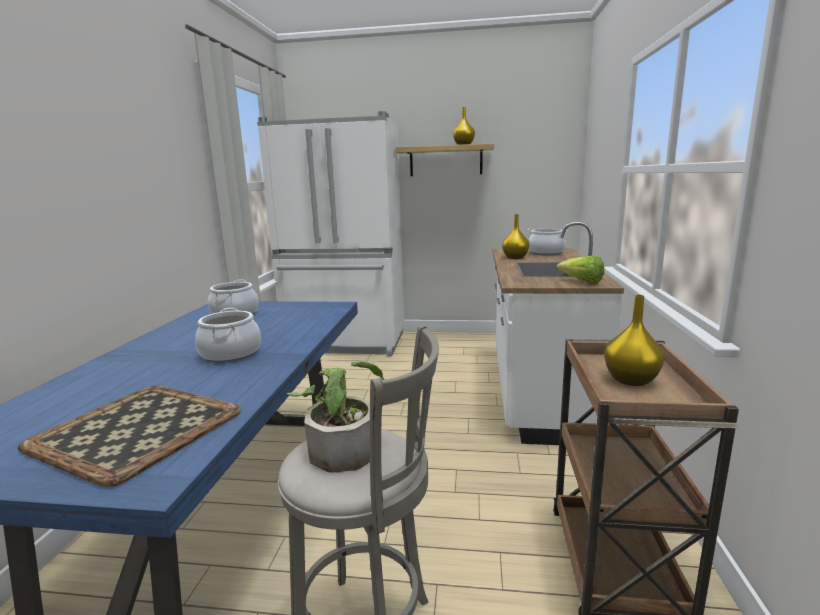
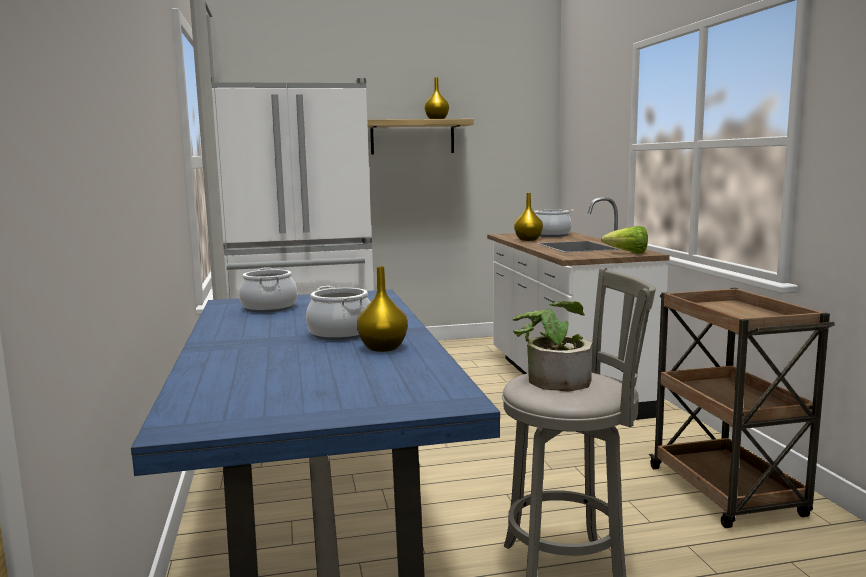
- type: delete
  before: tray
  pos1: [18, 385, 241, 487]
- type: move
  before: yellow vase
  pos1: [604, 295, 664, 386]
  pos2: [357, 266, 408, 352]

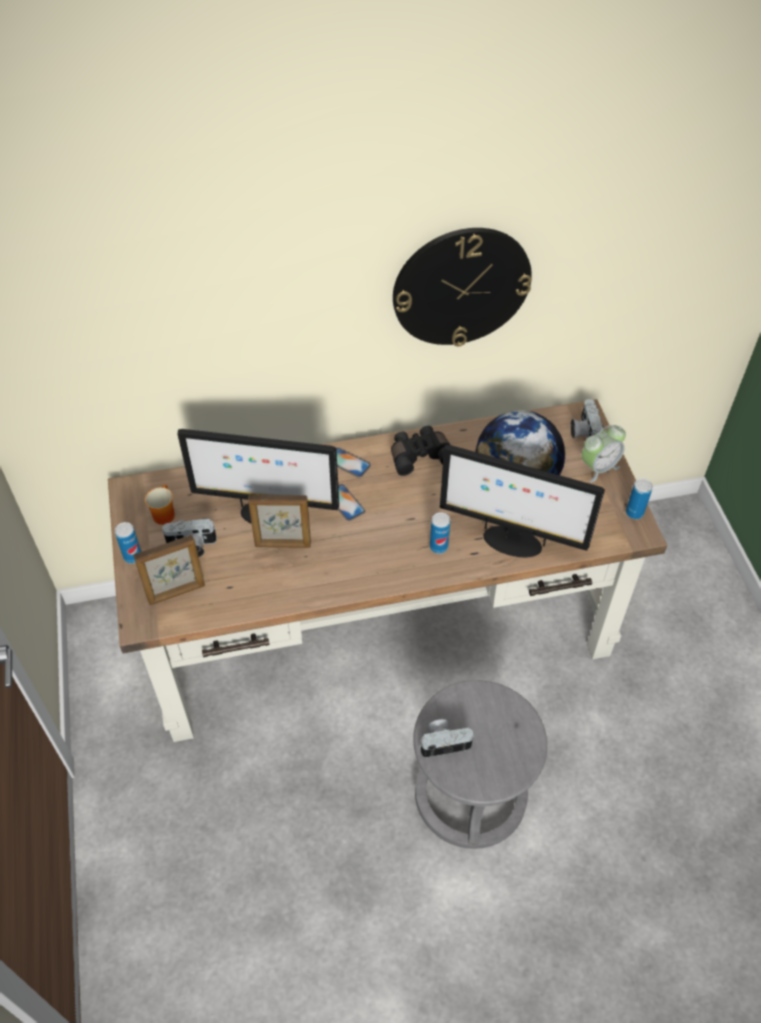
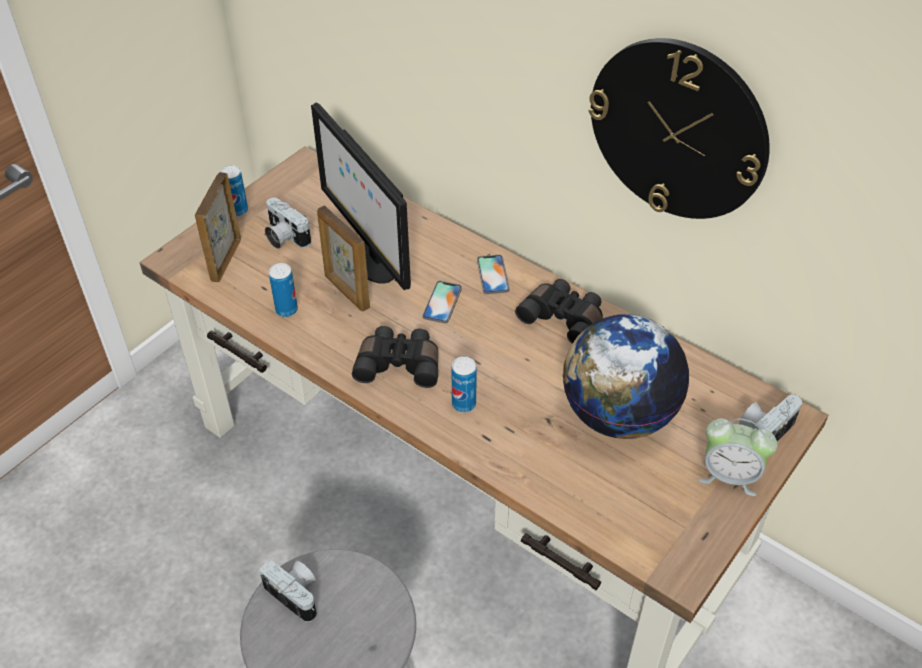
- type: delete
  before: mug
  pos1: [145, 484, 175, 525]
- type: delete
  before: monitor
  pos1: [440, 445, 605, 557]
- type: insert
  after: black binoculars
  pos2: [352, 326, 438, 388]
- type: move
  before: can
  pos1: [626, 478, 653, 519]
  pos2: [269, 263, 298, 317]
- type: rotate
  before: picture frame
  pos1: [133, 535, 205, 605]
  pos2: [195, 172, 241, 282]
  turn: 75

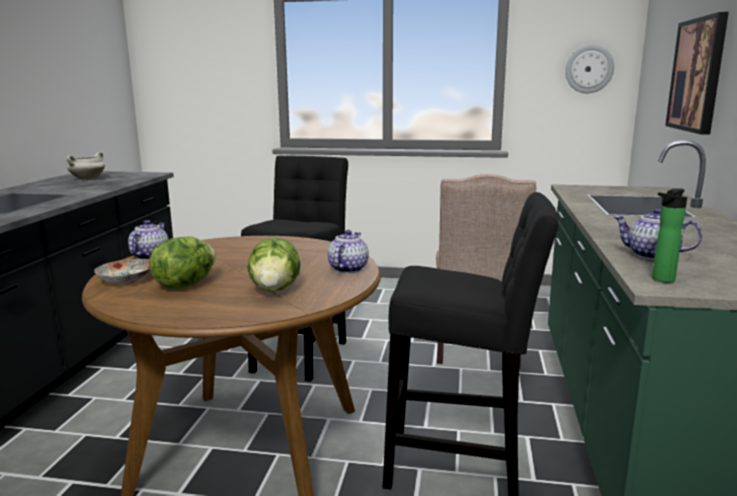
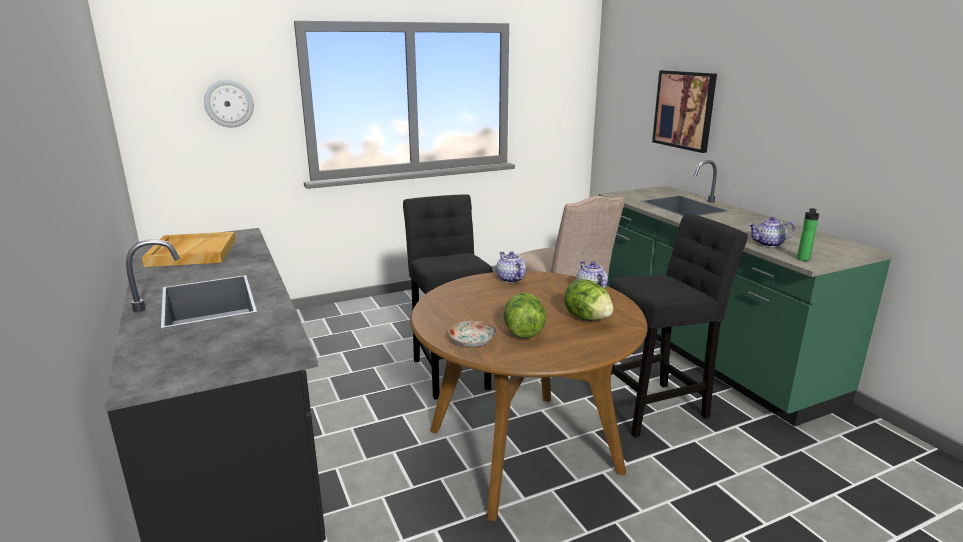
- type: move
  before: teapot
  pos1: [128, 220, 168, 260]
  pos2: [496, 251, 526, 283]
- type: move
  before: wall clock
  pos1: [565, 45, 614, 93]
  pos2: [204, 80, 254, 127]
- type: replace
  before: white cooking pot
  after: beige tray
  pos1: [66, 152, 105, 180]
  pos2: [142, 232, 236, 267]

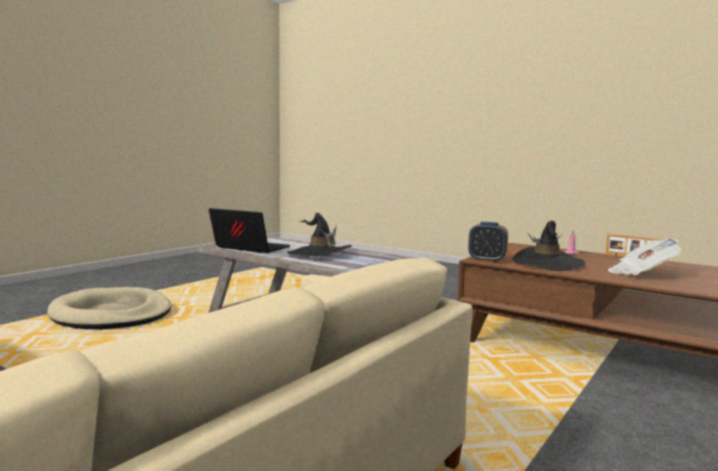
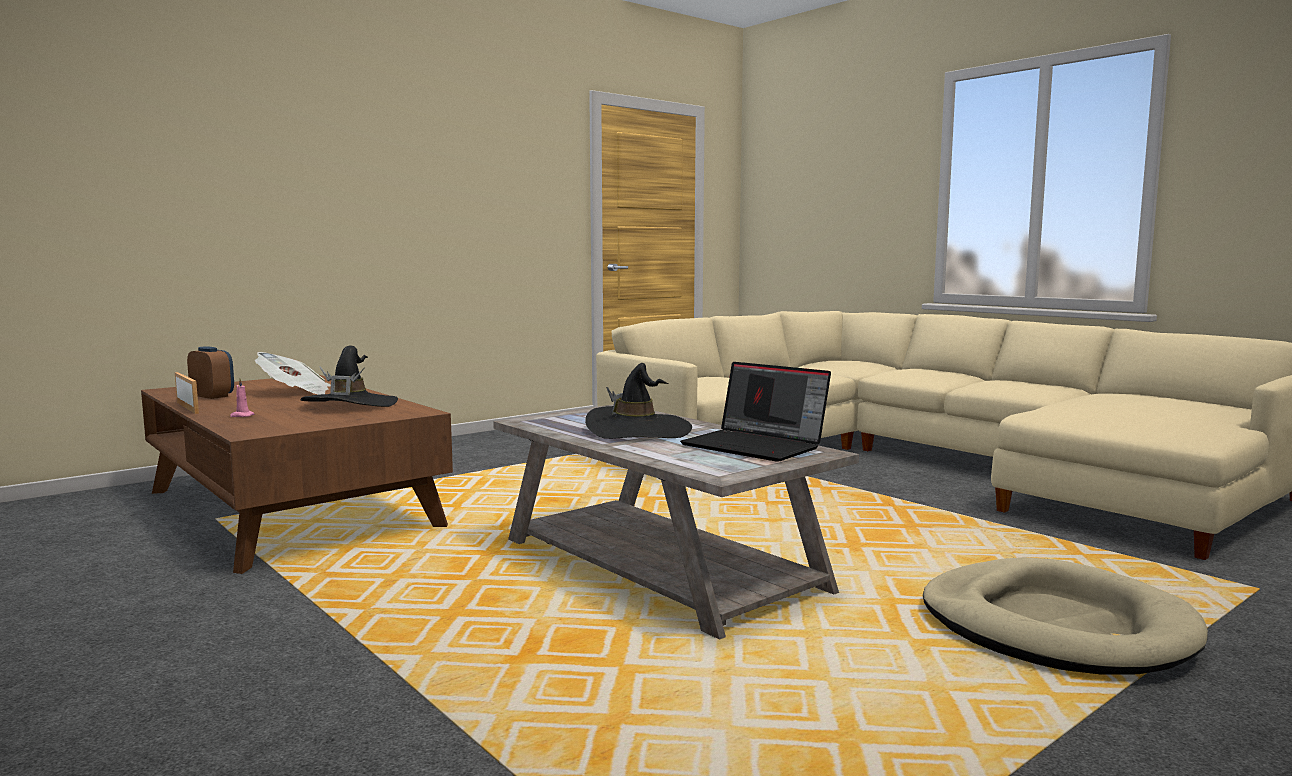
- type: move
  before: alarm clock
  pos1: [468, 222, 508, 262]
  pos2: [187, 346, 234, 399]

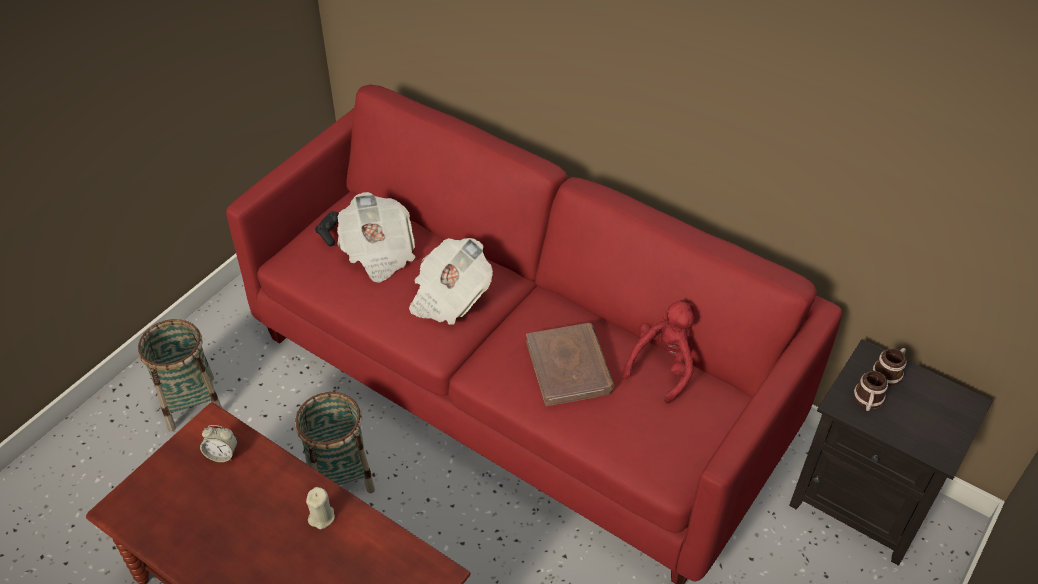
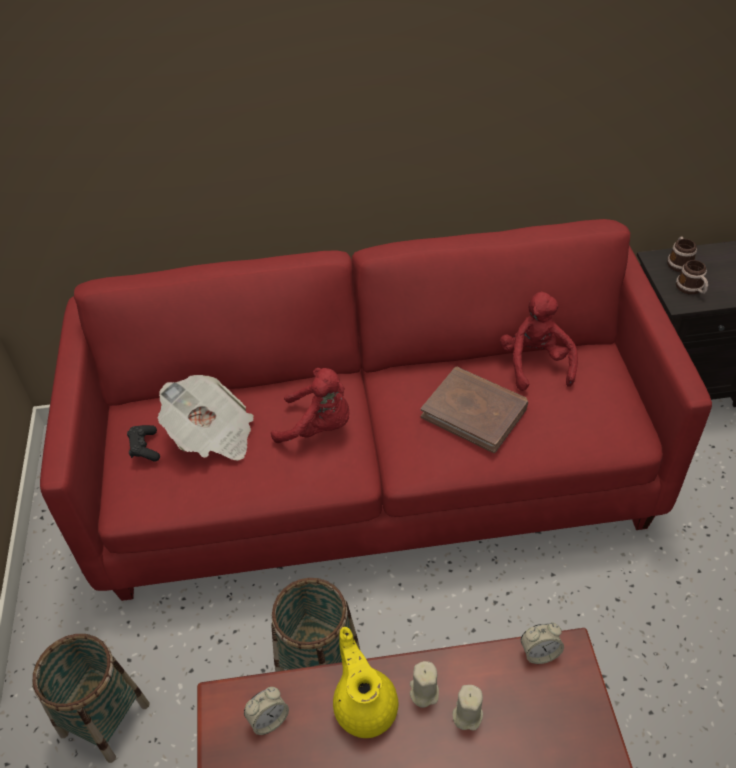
- type: insert
  after: yellow teapot
  pos2: [333, 627, 398, 738]
- type: insert
  after: beige candle
  pos2: [453, 685, 483, 731]
- type: insert
  after: alarm clock
  pos2: [521, 623, 564, 664]
- type: replace
  before: newspaper
  after: red plush toy
  pos1: [409, 238, 493, 325]
  pos2: [271, 368, 350, 443]

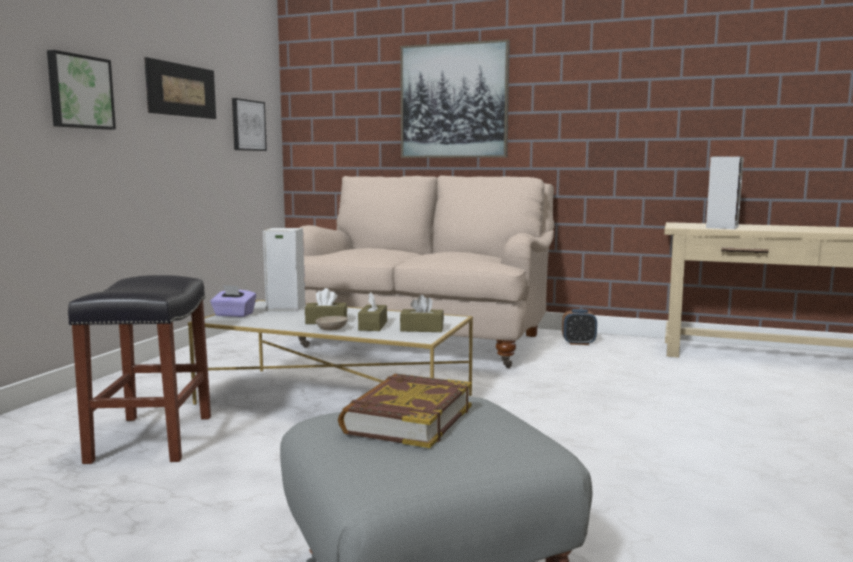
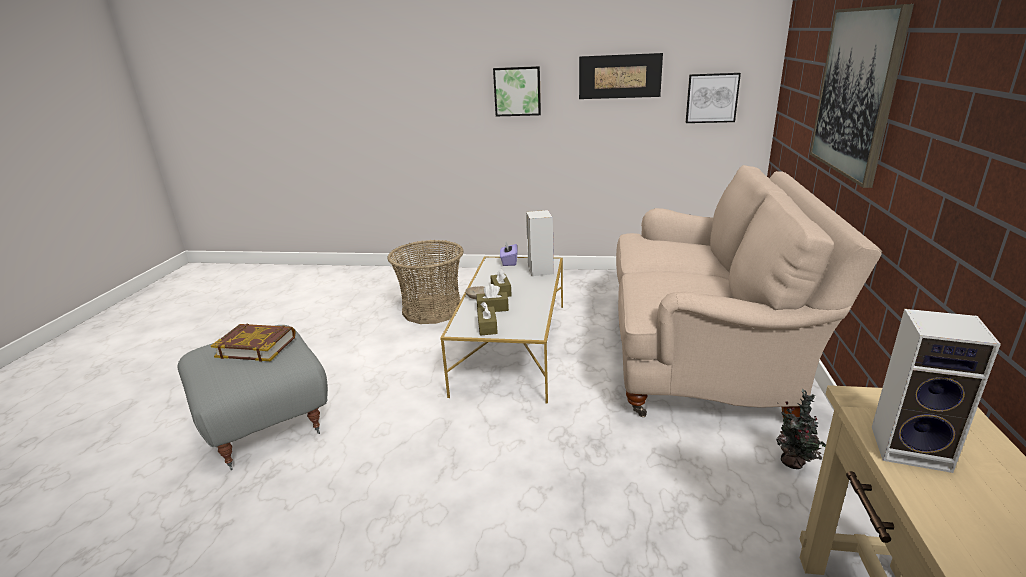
- type: replace
  before: black stool
  after: basket
  pos1: [68, 275, 211, 464]
  pos2: [387, 240, 464, 324]
- type: replace
  before: alarm clock
  after: potted plant
  pos1: [562, 309, 597, 345]
  pos2: [776, 389, 826, 469]

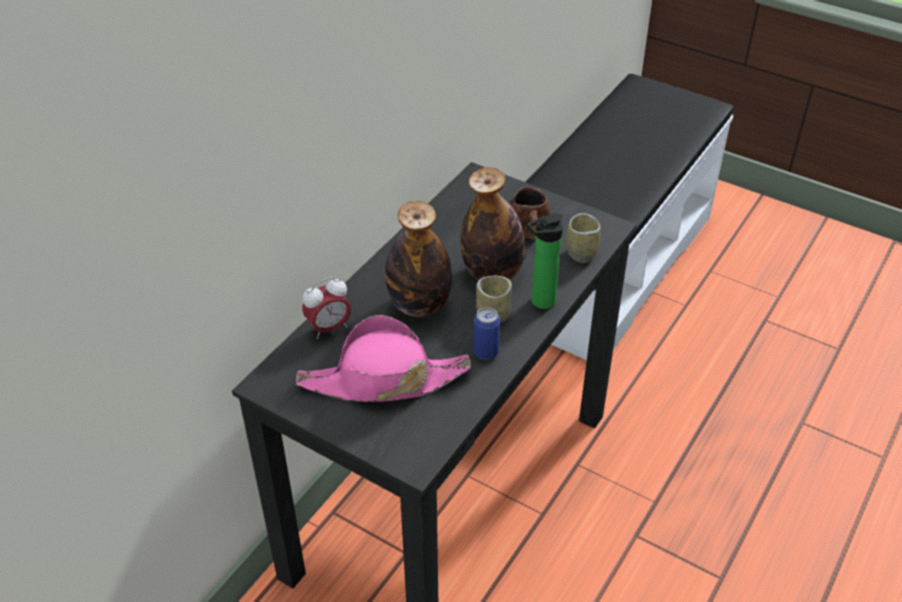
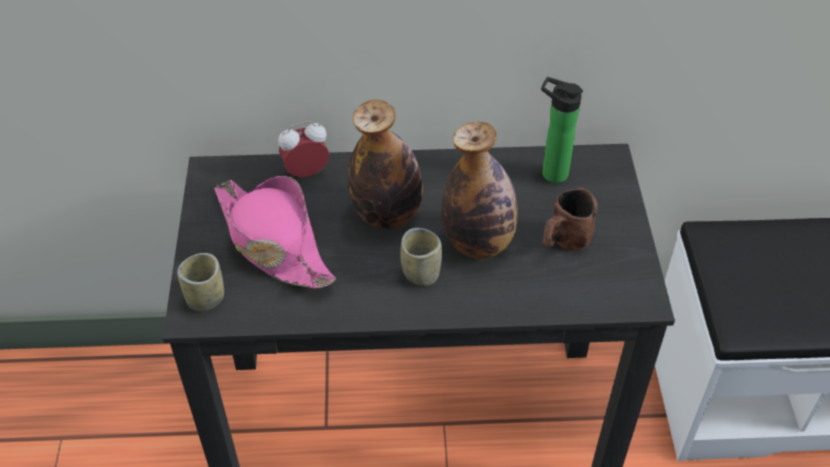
- type: delete
  before: can
  pos1: [473, 307, 500, 360]
- type: move
  before: bottle
  pos1: [527, 213, 563, 309]
  pos2: [541, 77, 583, 183]
- type: move
  before: cup
  pos1: [566, 213, 601, 263]
  pos2: [177, 253, 224, 312]
- type: rotate
  before: alarm clock
  pos1: [302, 277, 351, 339]
  pos2: [278, 121, 329, 177]
  turn: 135

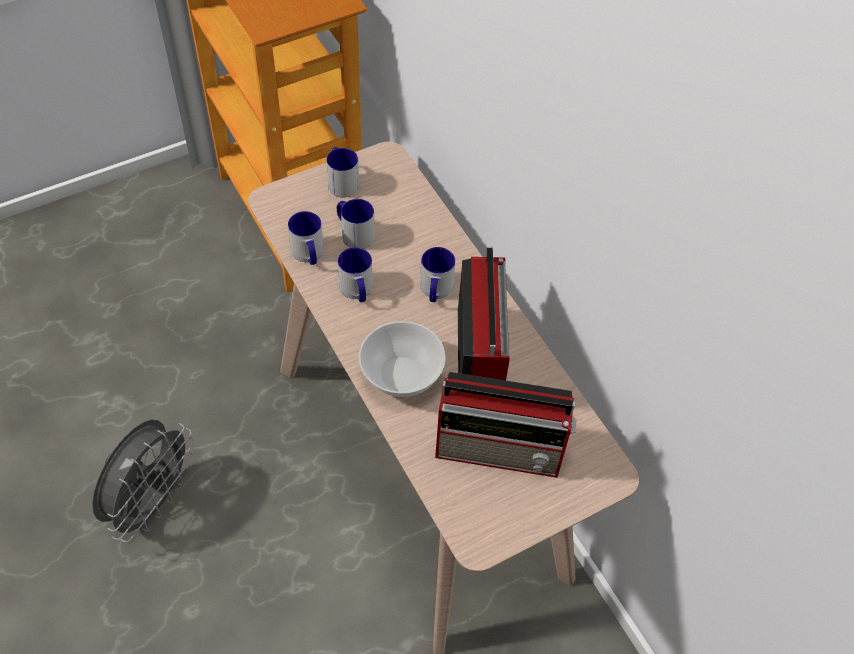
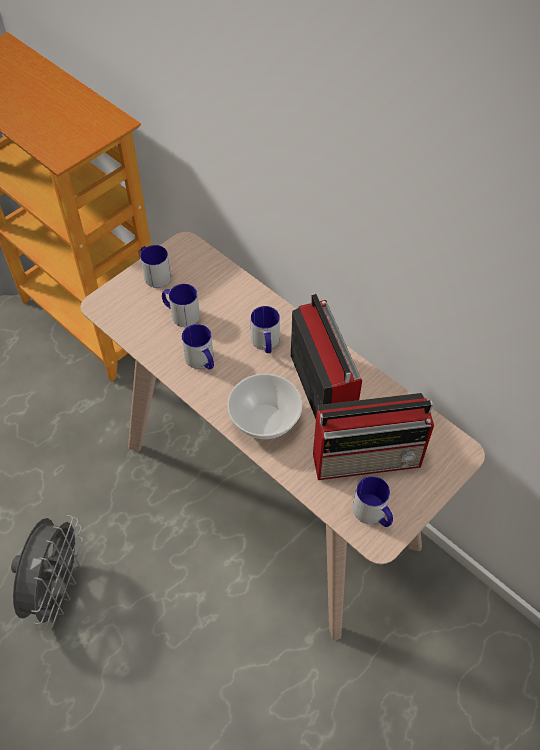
- type: move
  before: mug
  pos1: [288, 211, 324, 265]
  pos2: [353, 476, 393, 527]

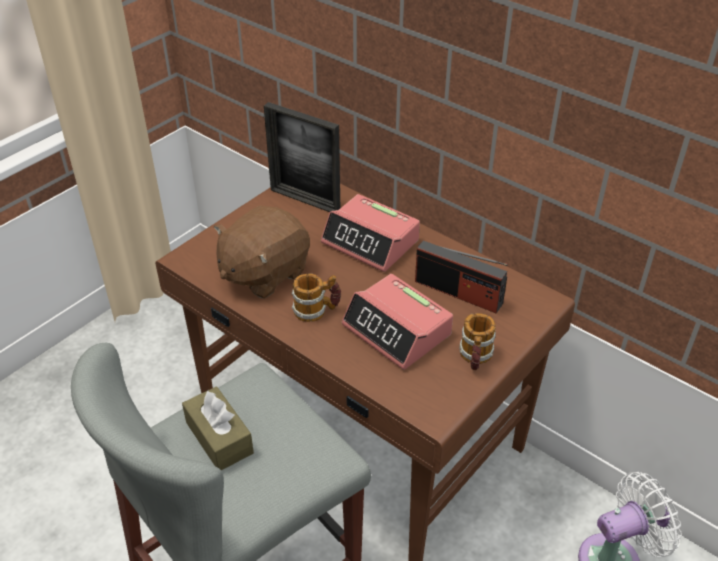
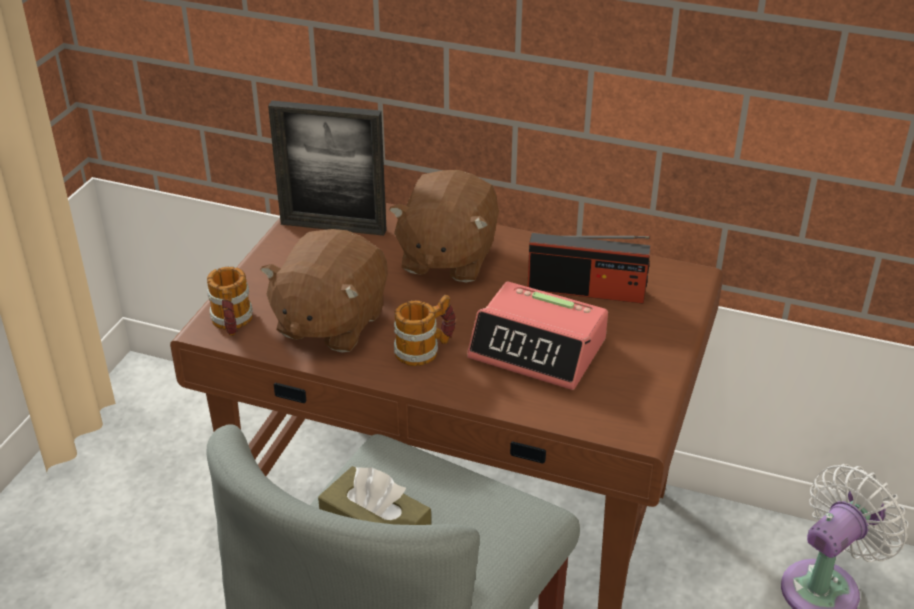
- type: move
  before: mug
  pos1: [459, 313, 496, 370]
  pos2: [207, 266, 253, 336]
- type: replace
  before: alarm clock
  after: brown plush toy
  pos1: [321, 194, 420, 272]
  pos2: [389, 170, 499, 282]

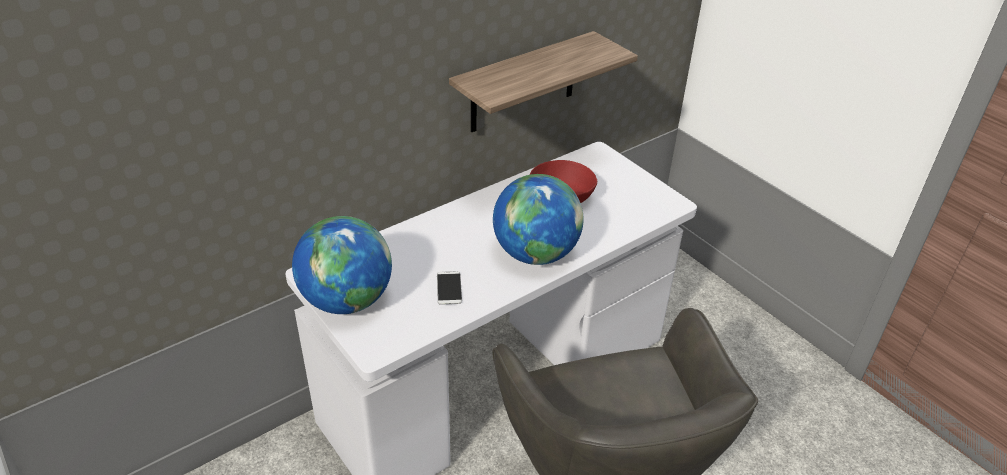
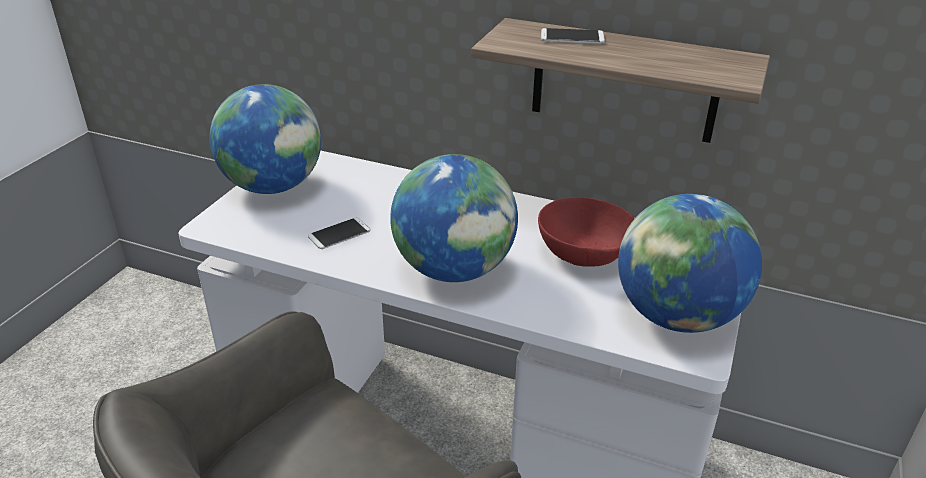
- type: insert
  after: phone
  pos2: [541, 28, 605, 44]
- type: insert
  after: globe
  pos2: [618, 194, 762, 333]

